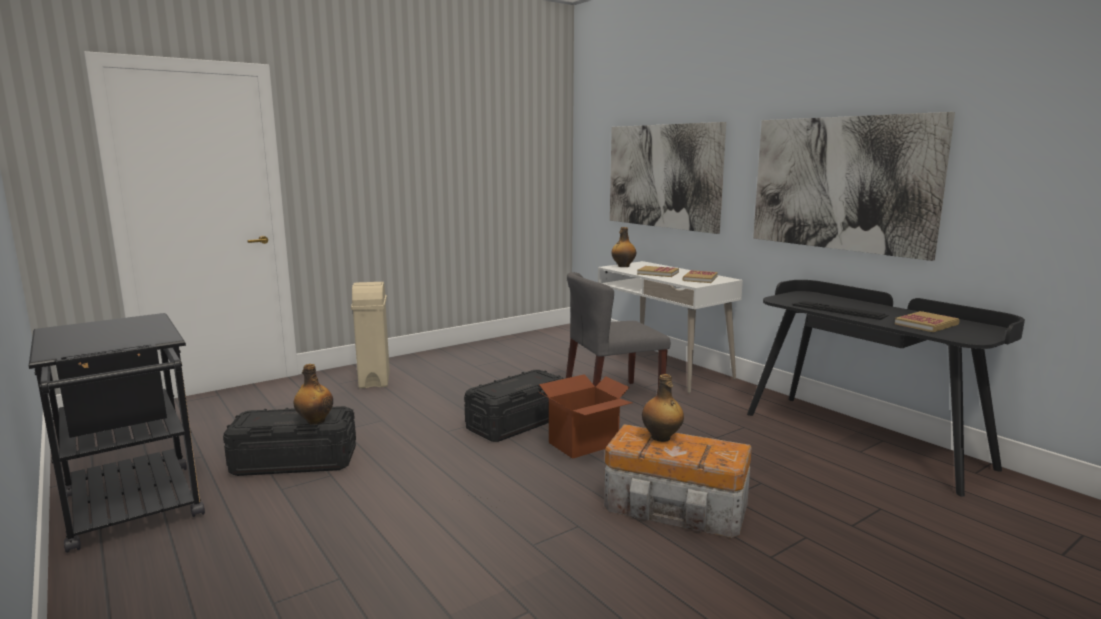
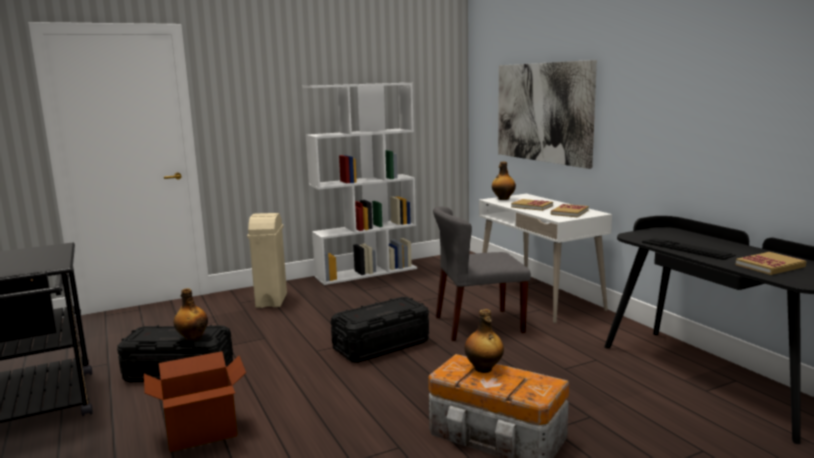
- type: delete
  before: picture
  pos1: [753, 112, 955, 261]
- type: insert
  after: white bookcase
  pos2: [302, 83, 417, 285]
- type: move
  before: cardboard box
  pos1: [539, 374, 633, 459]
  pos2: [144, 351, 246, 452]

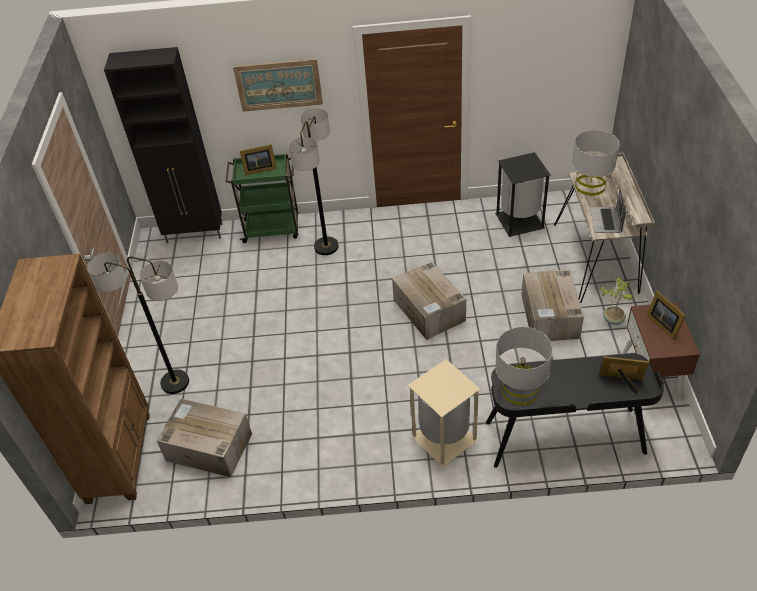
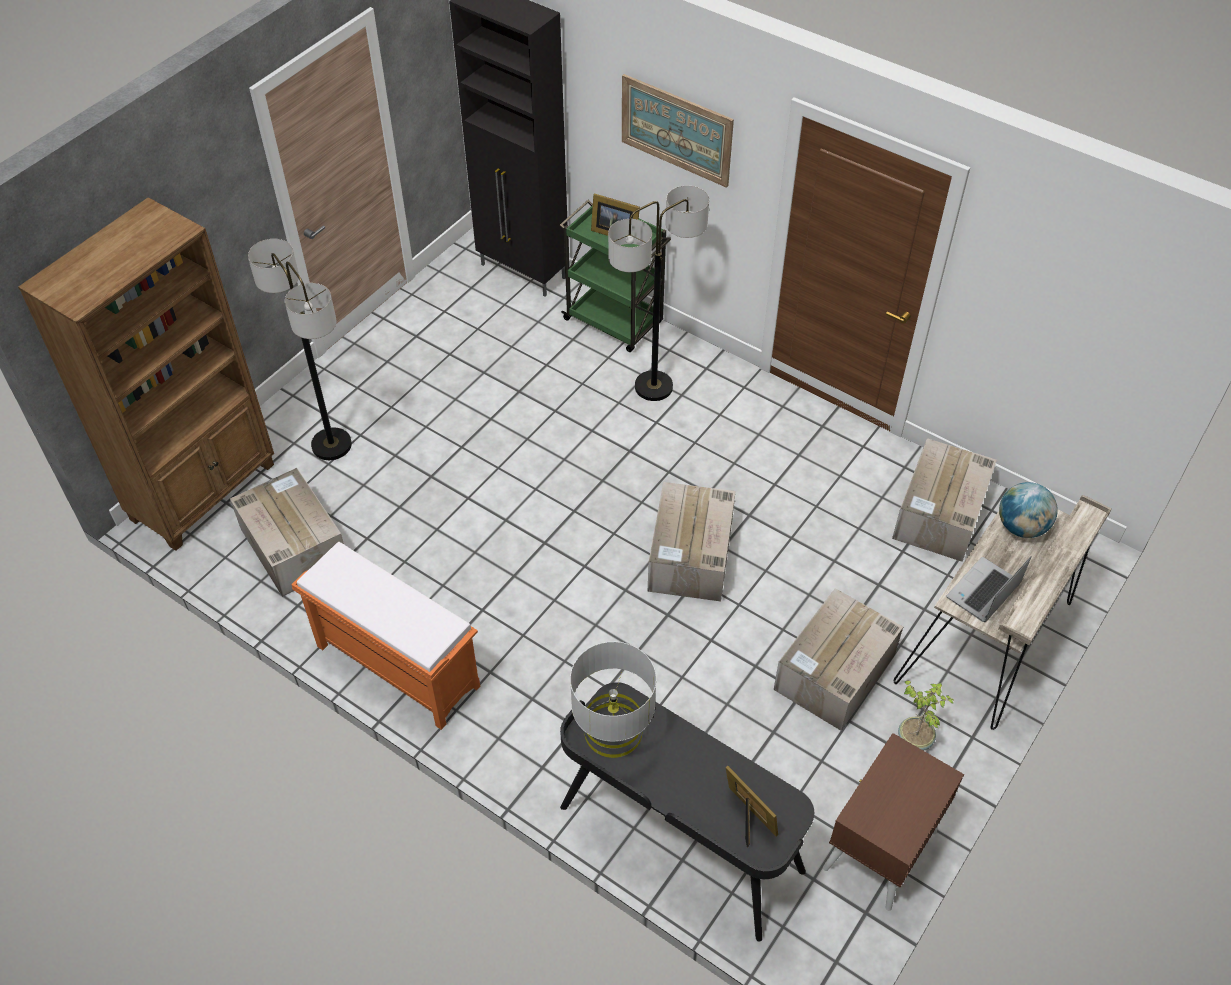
- type: delete
  before: beige trash can
  pos1: [408, 359, 481, 467]
- type: delete
  before: picture frame
  pos1: [646, 291, 686, 340]
- type: insert
  after: orange bench
  pos2: [291, 542, 480, 730]
- type: replace
  before: black trash can
  after: cardboard box
  pos1: [495, 152, 551, 237]
  pos2: [892, 438, 997, 562]
- type: replace
  before: grey table lamp
  after: globe
  pos1: [572, 130, 620, 196]
  pos2: [999, 482, 1058, 538]

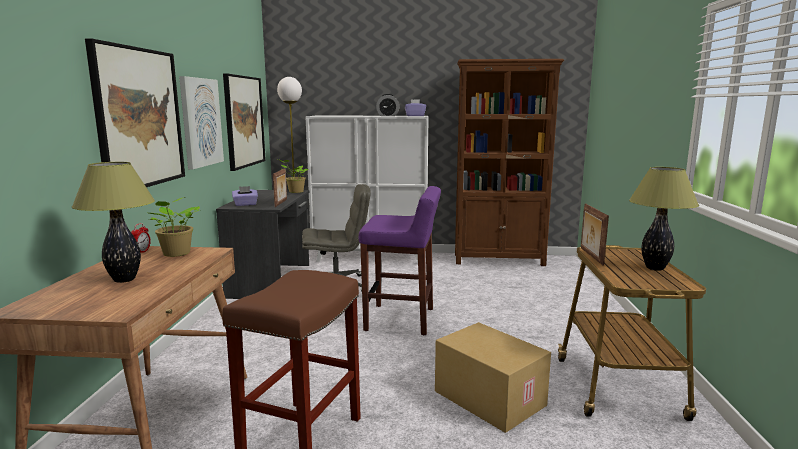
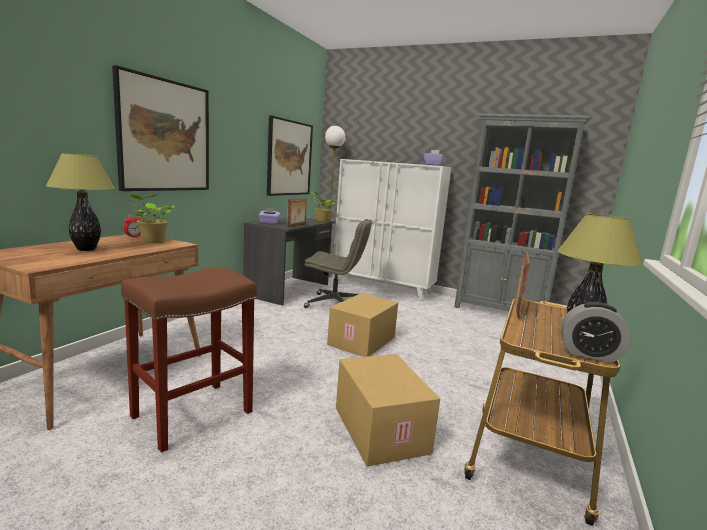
- type: delete
  before: picture
  pos1: [179, 76, 224, 169]
- type: move
  before: alarm clock
  pos1: [376, 94, 399, 116]
  pos2: [561, 302, 631, 362]
- type: replace
  before: purple stool
  after: cardboard box
  pos1: [359, 186, 441, 335]
  pos2: [327, 293, 398, 357]
- type: recolor
  before: brown bookcase
  after: grey bookcase
  pos1: [455, 59, 564, 266]
  pos2: [454, 114, 590, 316]

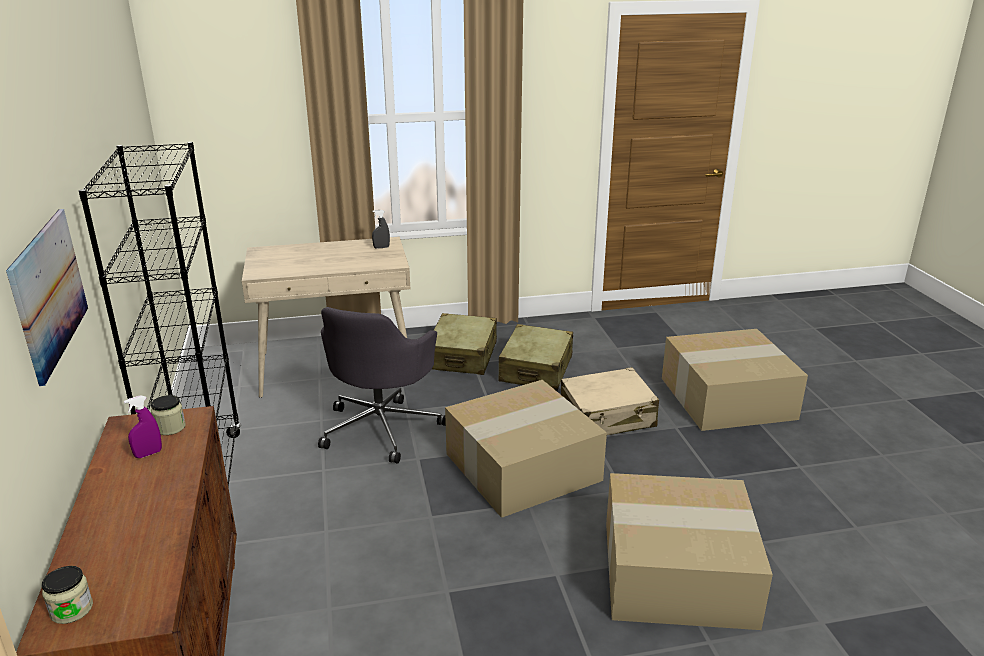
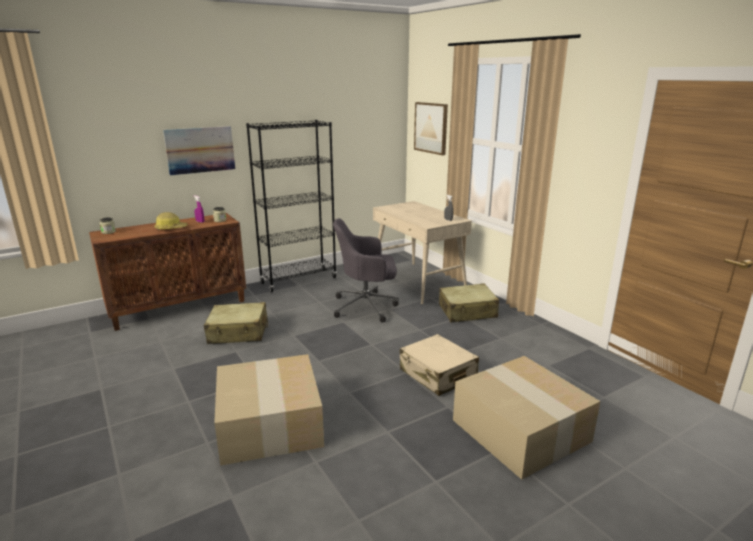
- type: delete
  before: cardboard box
  pos1: [445, 380, 607, 518]
- type: insert
  after: hard hat
  pos2: [154, 212, 188, 230]
- type: insert
  after: picture
  pos2: [414, 102, 448, 155]
- type: move
  before: beige suitcase
  pos1: [498, 324, 573, 391]
  pos2: [204, 302, 268, 344]

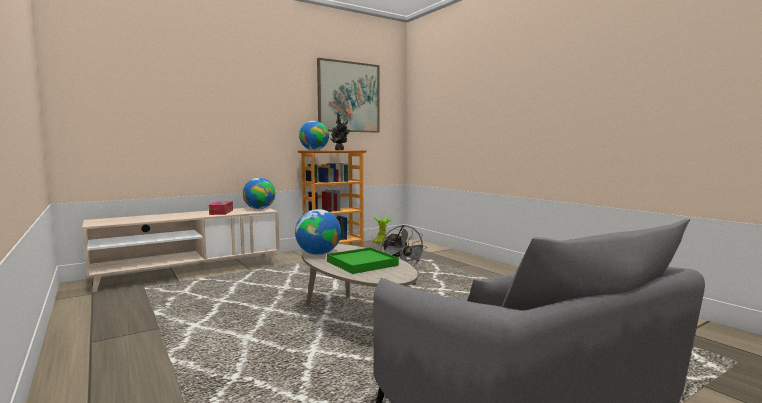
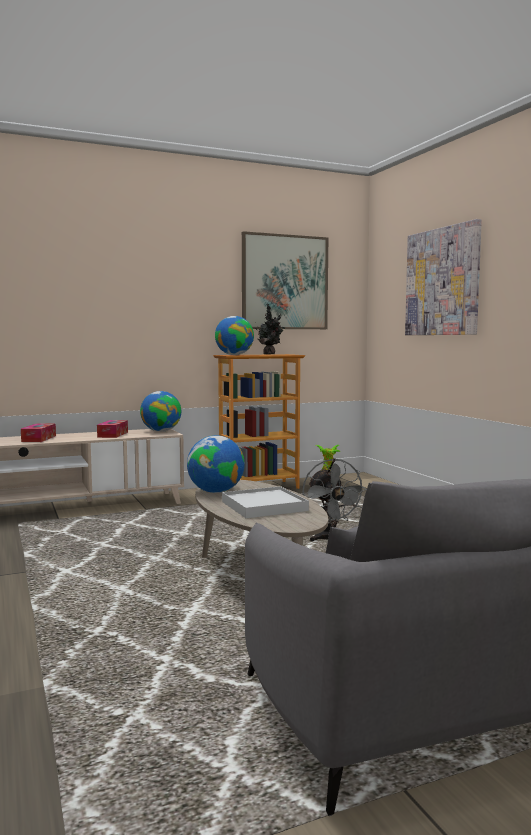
- type: insert
  after: tissue box
  pos2: [21, 424, 56, 442]
- type: insert
  after: picture
  pos2: [405, 219, 482, 335]
- type: recolor
  before: green tray
  after: white tray
  pos1: [327, 247, 399, 274]
  pos2: [222, 486, 309, 518]

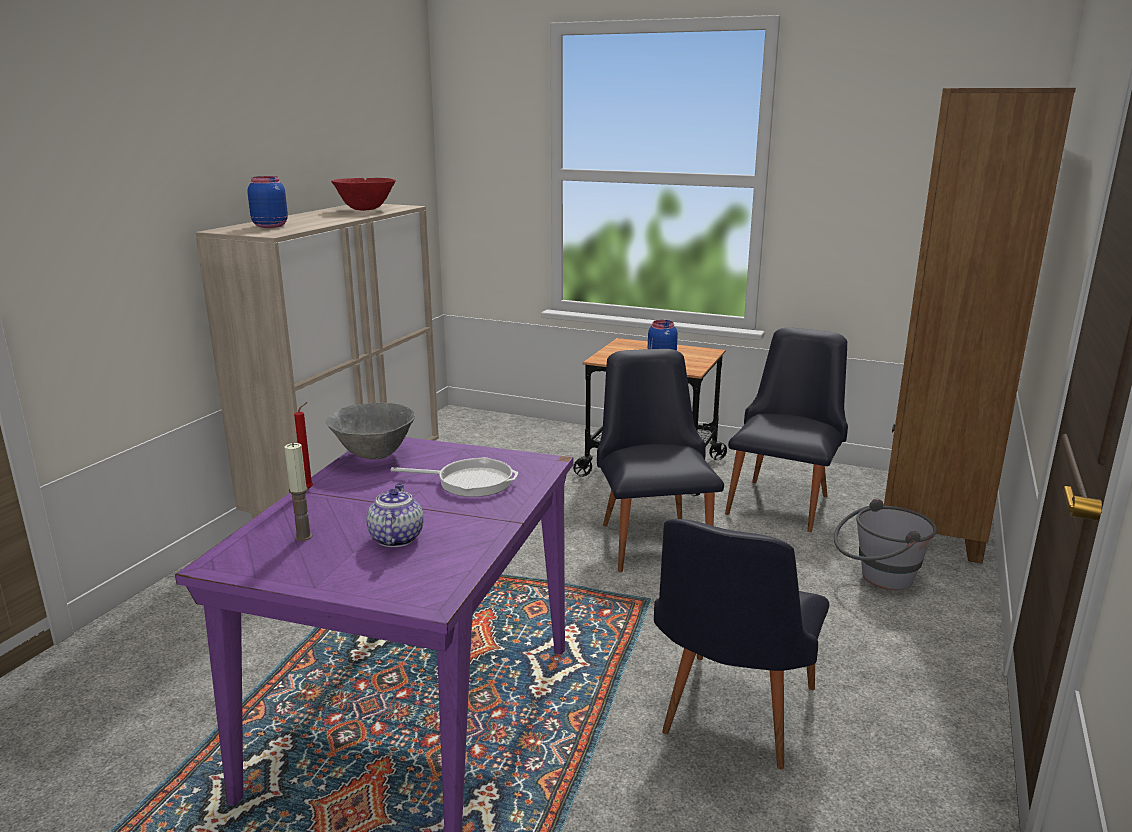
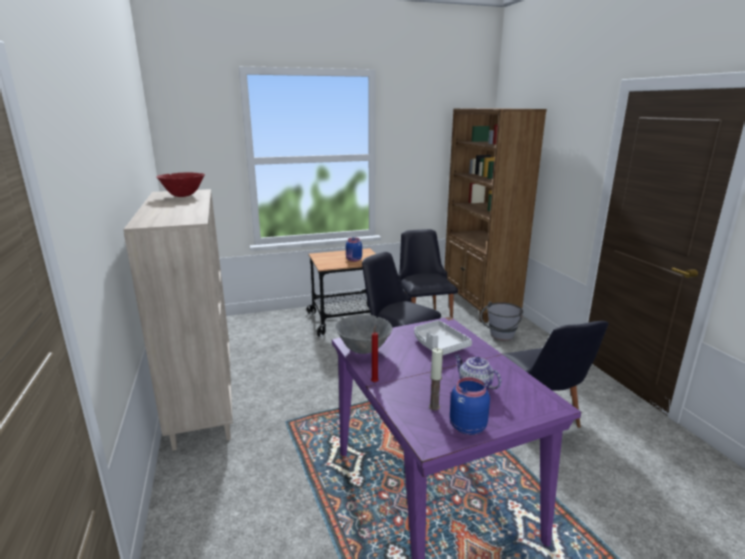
- type: move
  before: blue jar
  pos1: [247, 176, 288, 228]
  pos2: [450, 377, 490, 436]
- type: replace
  before: frying pan
  after: grey tray
  pos1: [391, 457, 518, 497]
  pos2: [414, 320, 472, 355]

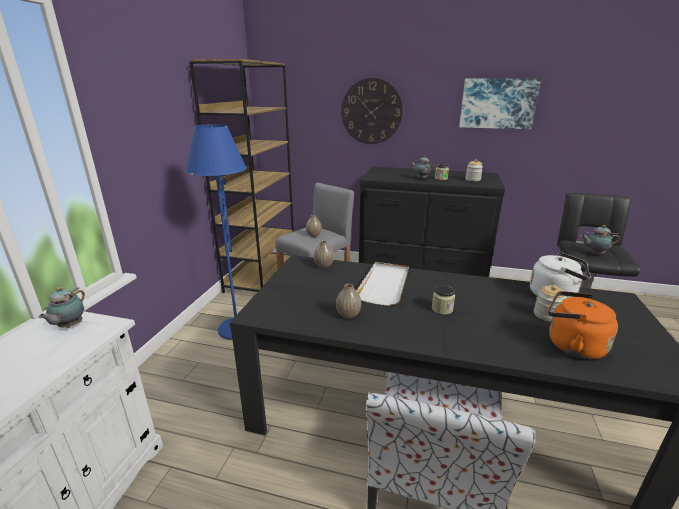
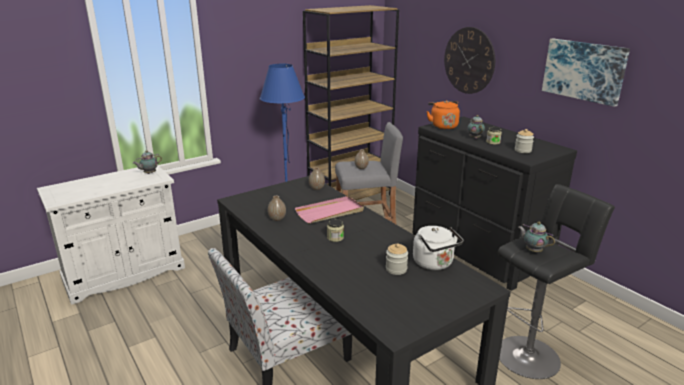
- type: move
  before: orange kettle
  pos1: [548, 291, 618, 359]
  pos2: [427, 100, 460, 130]
- type: recolor
  before: white tray
  after: pink tray
  pos1: [356, 262, 409, 306]
  pos2: [295, 196, 364, 224]

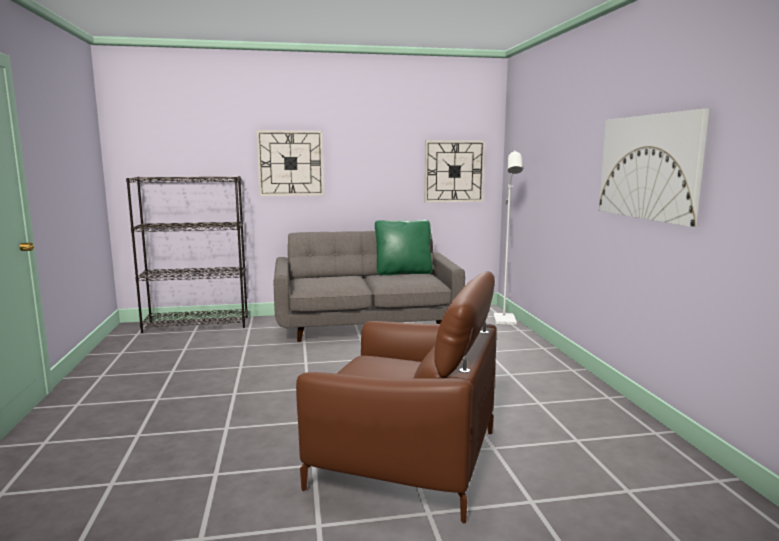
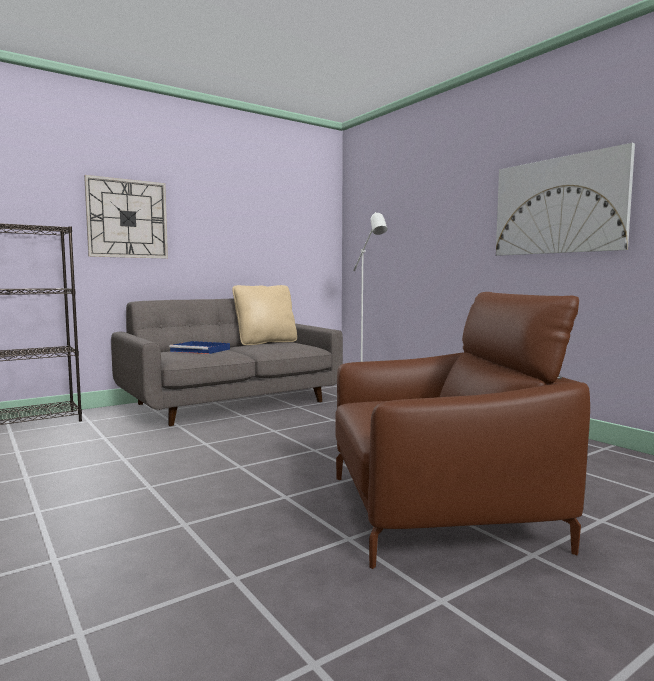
- type: delete
  before: wall clock
  pos1: [425, 140, 485, 203]
- type: insert
  after: blue tray
  pos2: [169, 341, 230, 354]
- type: recolor
  before: green pillow
  after: beige pillow
  pos1: [375, 220, 433, 275]
  pos2: [232, 285, 297, 345]

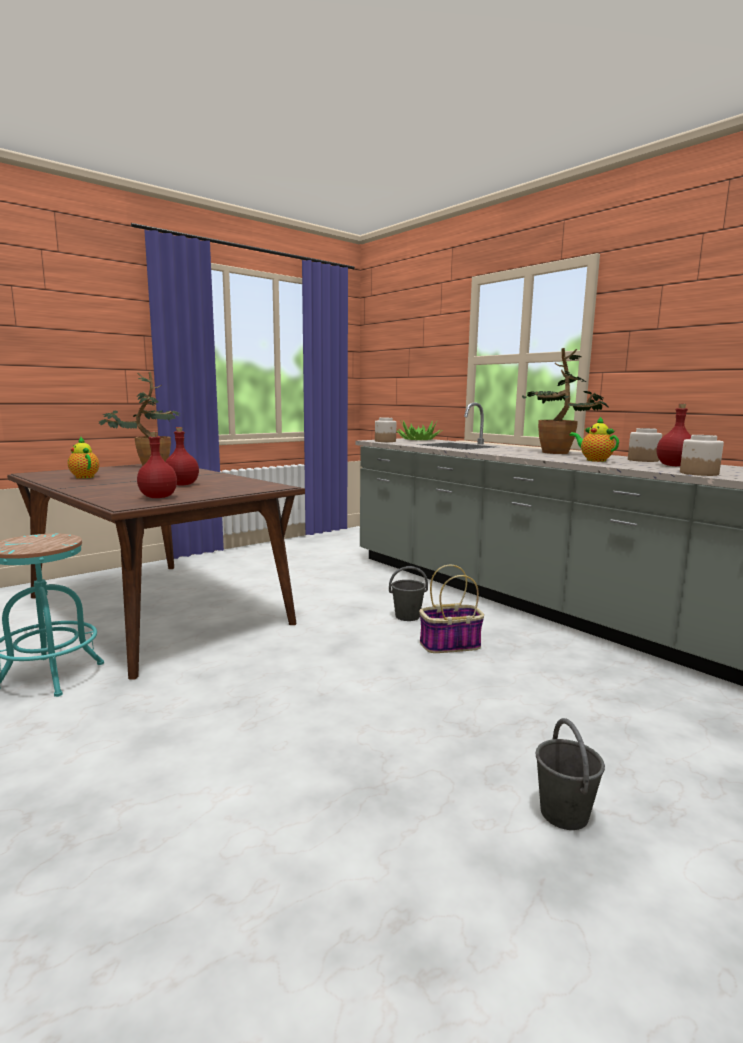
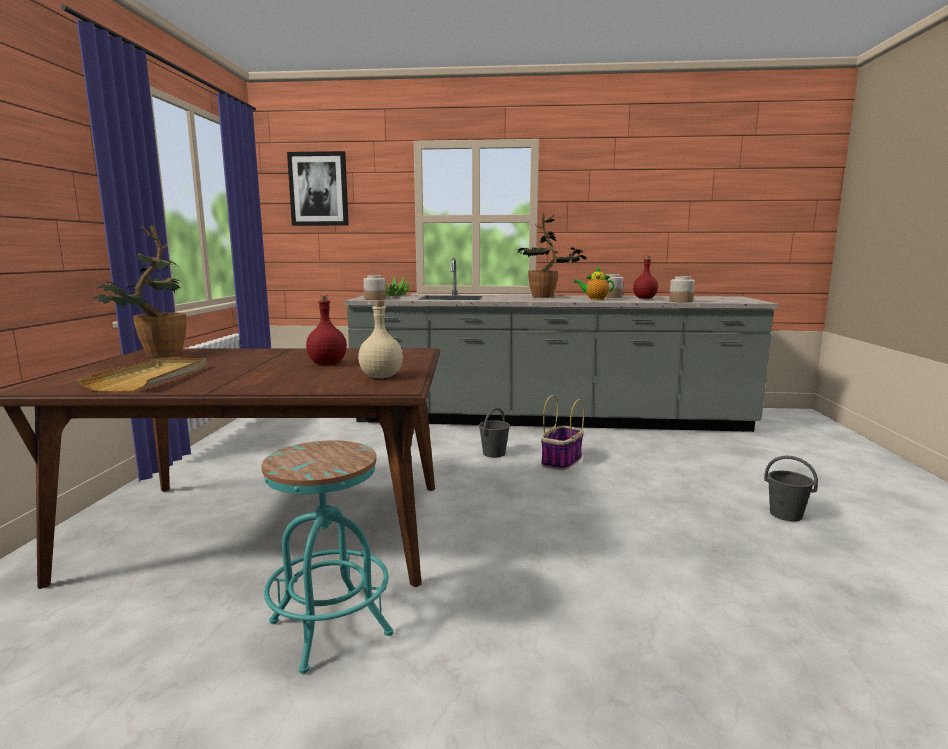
- type: insert
  after: picture
  pos2: [287, 151, 349, 226]
- type: replace
  before: teapot
  after: beige tray
  pos1: [68, 437, 99, 479]
  pos2: [77, 358, 206, 392]
- type: recolor
  before: red bottle
  after: beige bottle
  pos1: [137, 431, 177, 498]
  pos2: [358, 300, 403, 378]

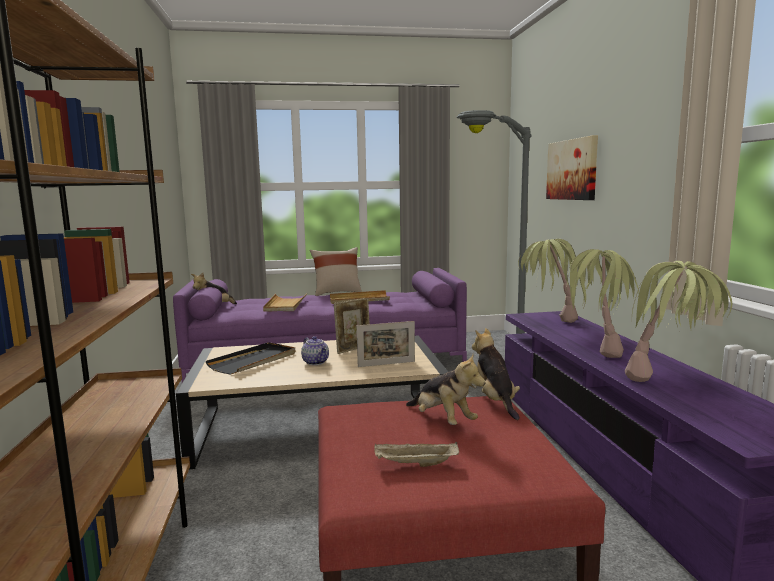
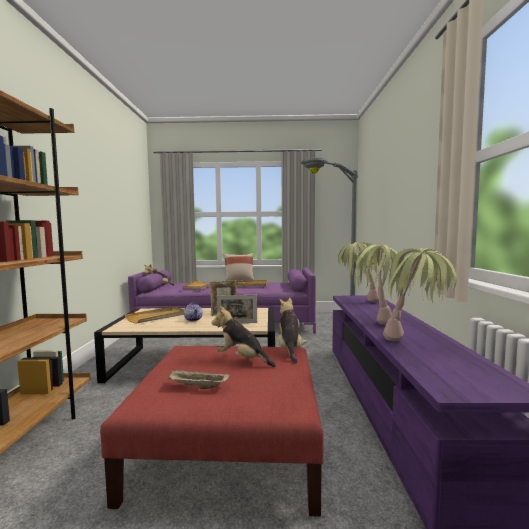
- type: delete
  before: picture
  pos1: [546, 135, 598, 200]
- type: recolor
  before: black tray
  after: beige tray
  pos1: [206, 342, 295, 375]
  pos2: [125, 307, 184, 324]
- type: rotate
  before: plush toy
  pos1: [406, 354, 485, 425]
  pos2: [212, 306, 276, 367]
  turn: 150

